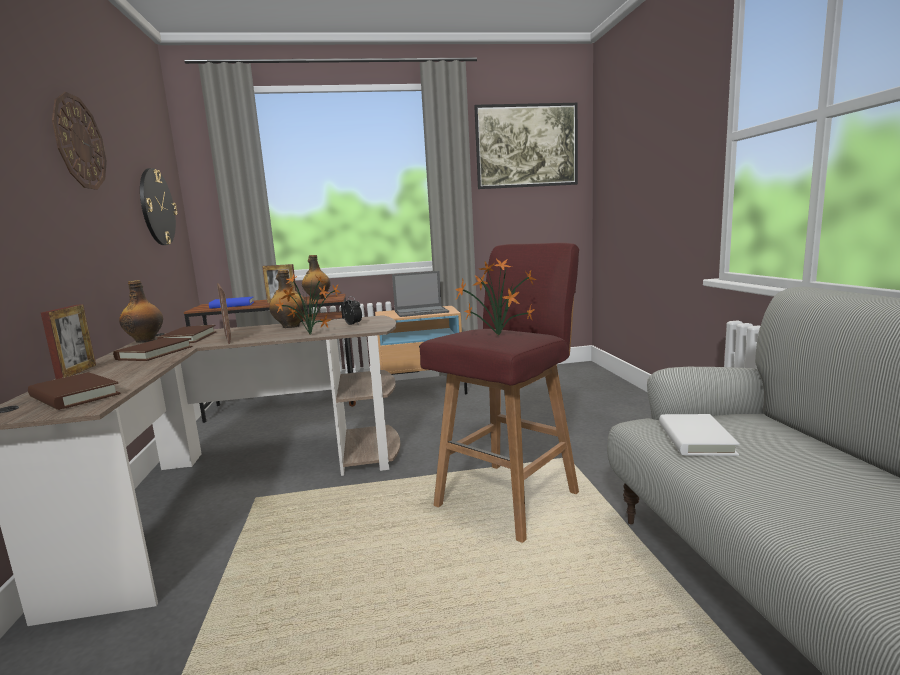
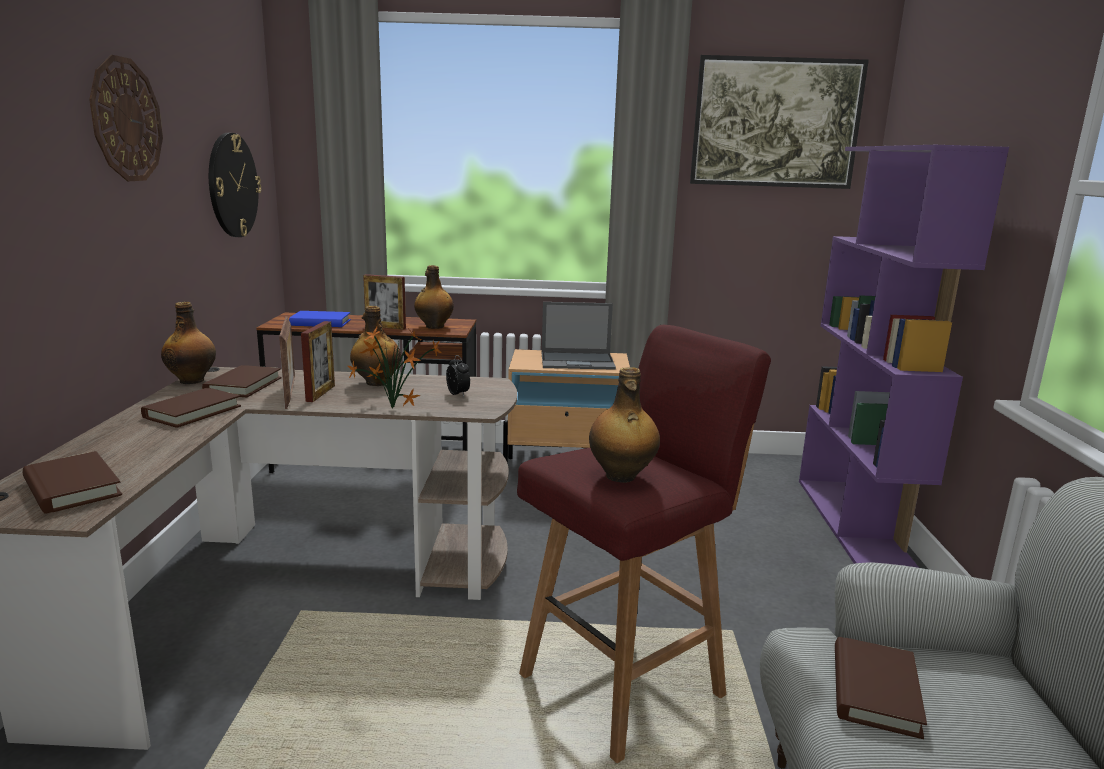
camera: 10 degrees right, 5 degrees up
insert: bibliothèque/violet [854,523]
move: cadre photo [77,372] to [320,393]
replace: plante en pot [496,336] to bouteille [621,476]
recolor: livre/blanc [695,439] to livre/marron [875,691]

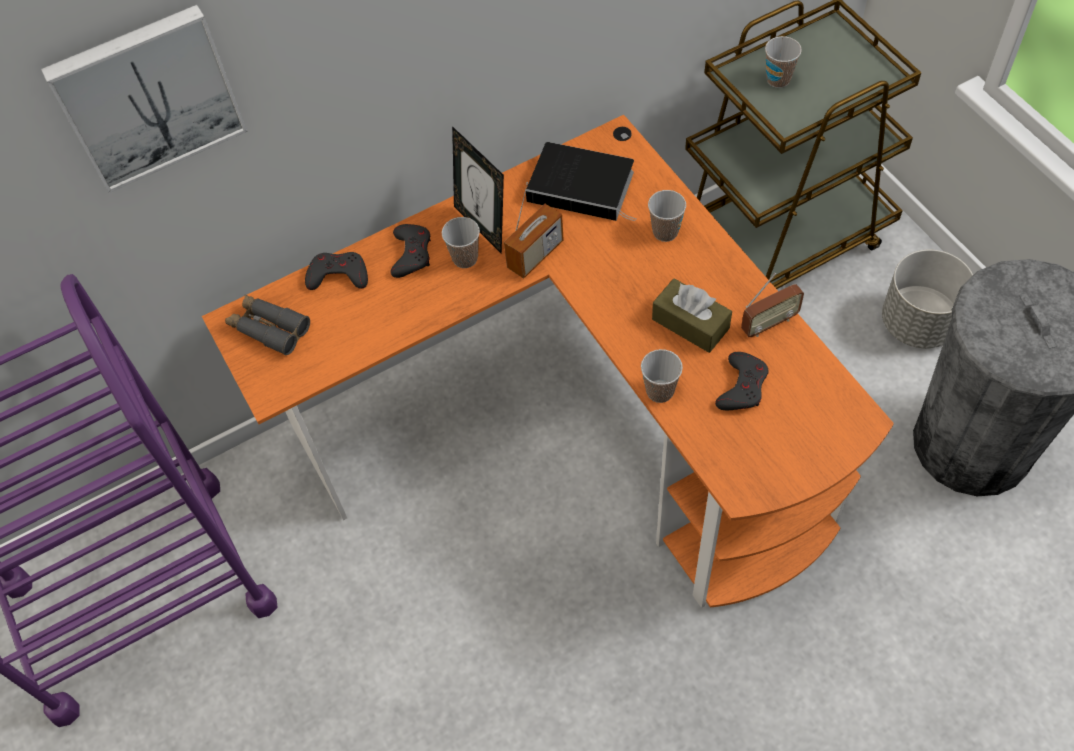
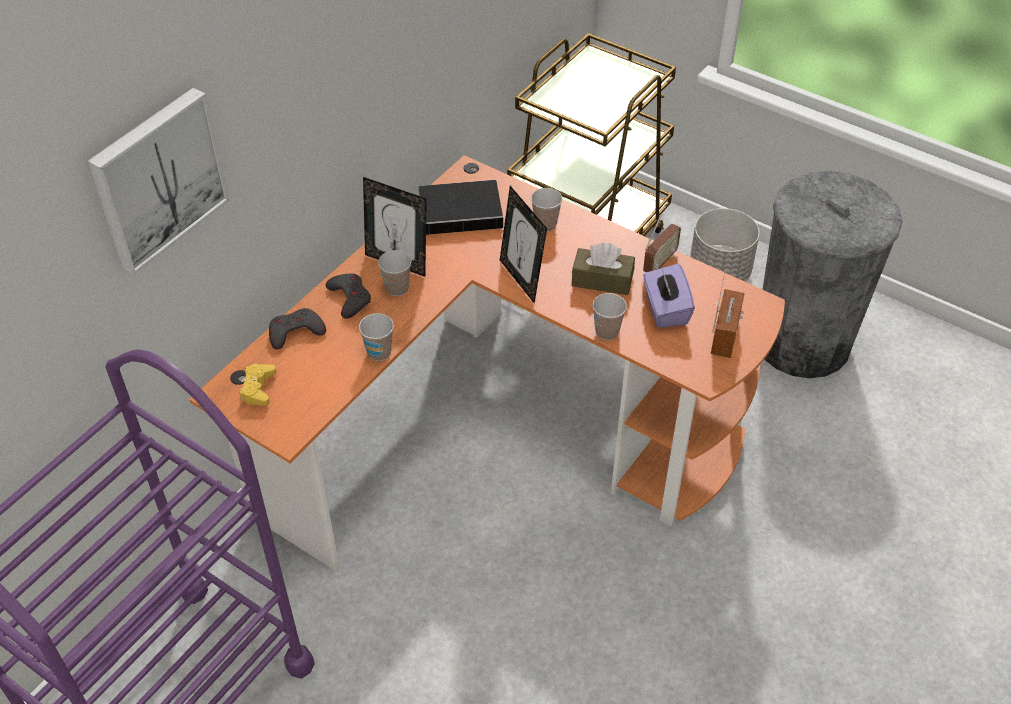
camera: 30 degrees left, 10 degrees down
insert: cadre photo [521,279]
move: tasse [778,79] to [379,352]; radio [535,255] to [725,337]
replace: jumelles/gris [269,328] to manette/jaune [258,388]; manette/gris [742,386] to boîte à mouchoirs/violet [665,309]

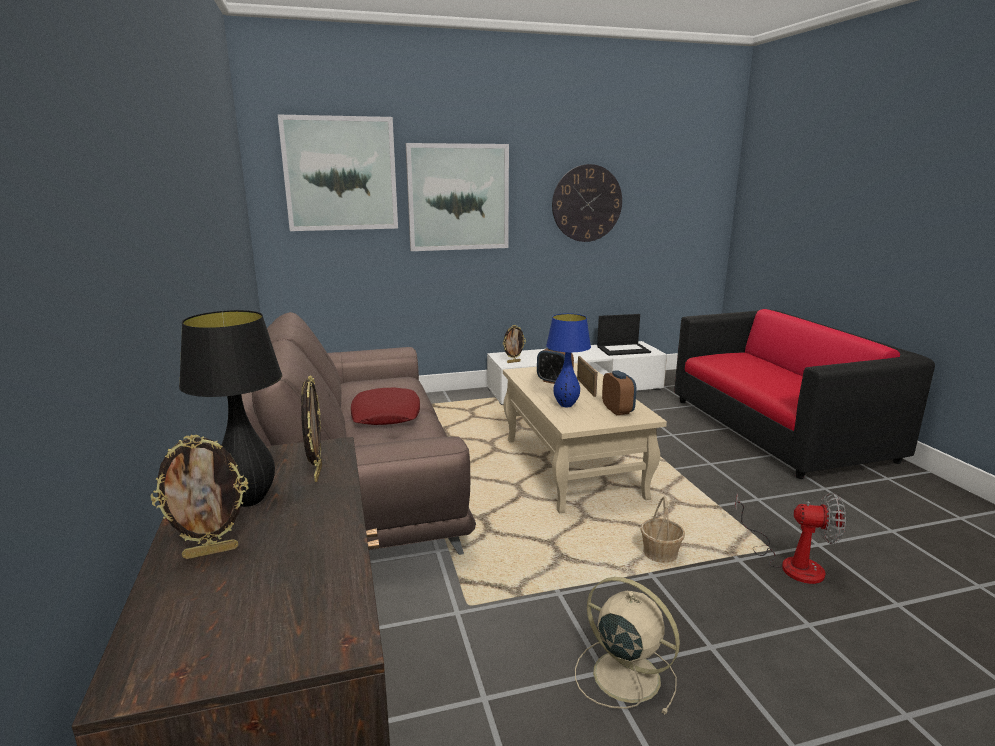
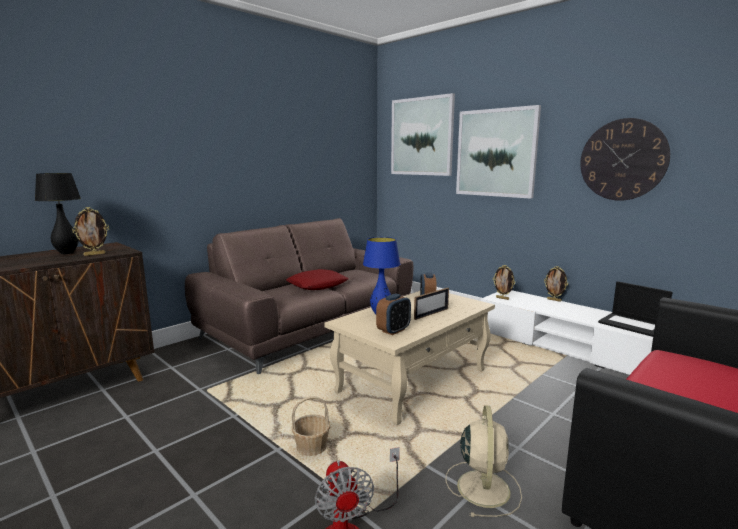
camera: 60 degrees right, 5 degrees down
move: ventilateur/beige [623,674] to [483,486]; cadre photo [211,552] to [554,300]

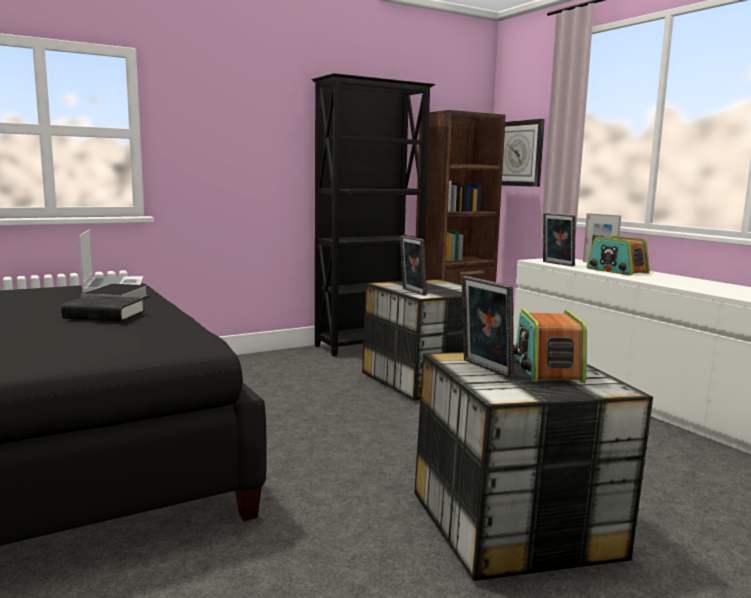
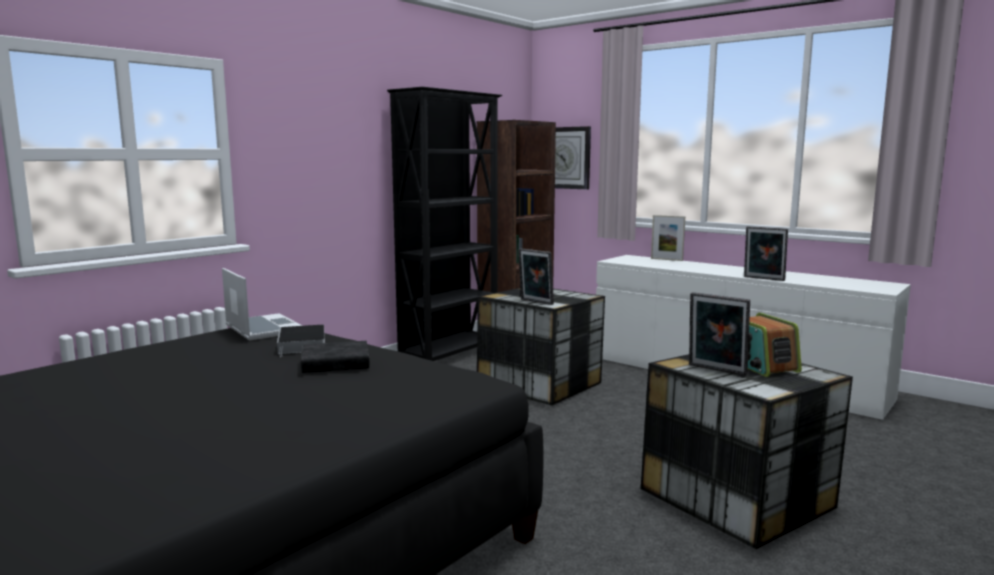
camera: 20 degrees left, 0 degrees up
delete: radio [616,271]
move: cadre photo [556,264] to [763,279]

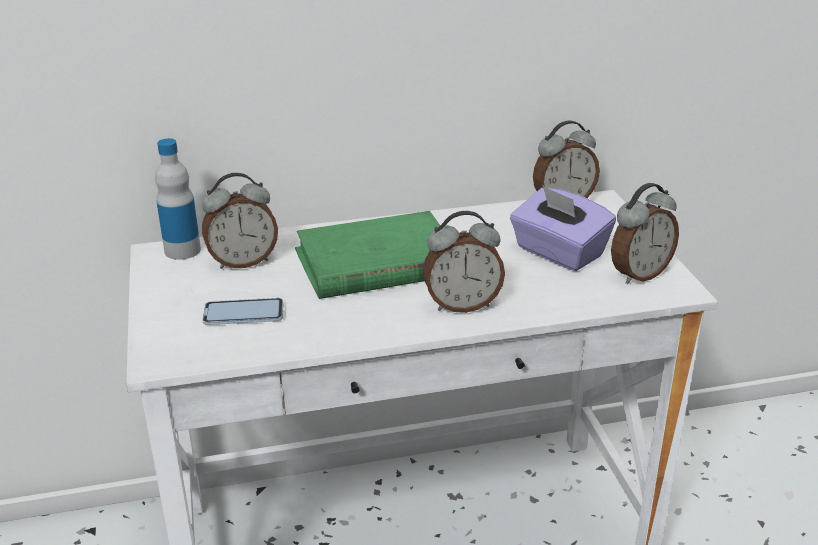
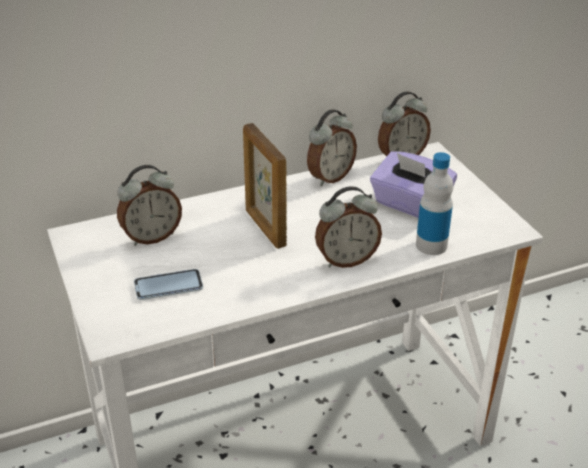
camera: 10 degrees left, 5 degrees up
move: réveil [638,274] to [330,177]; bouteille [182,250] to [431,245]
replace: livre/vert [376,263] to cadre photo [265,228]

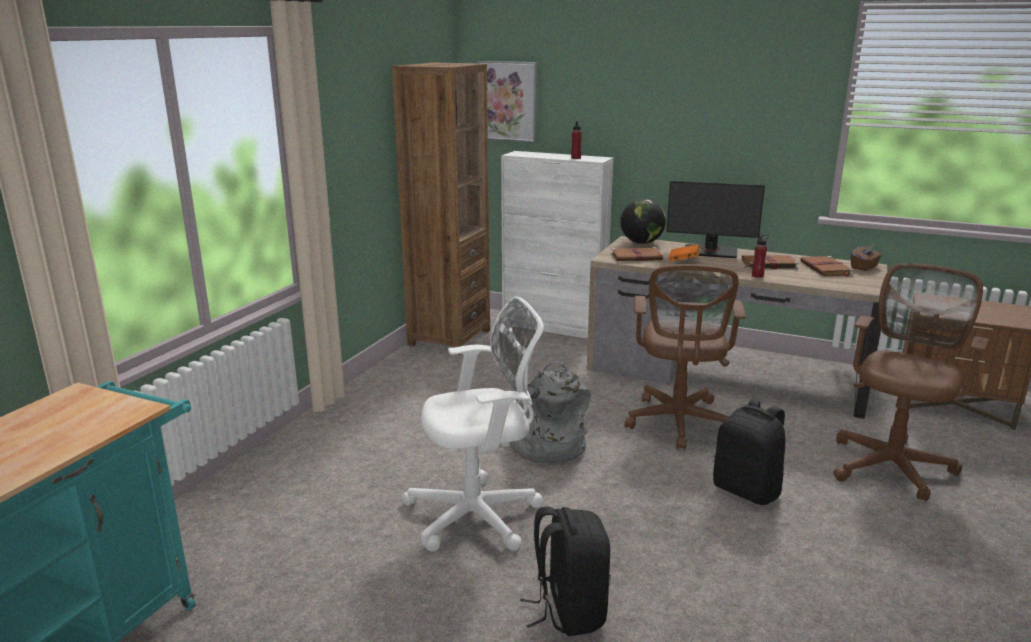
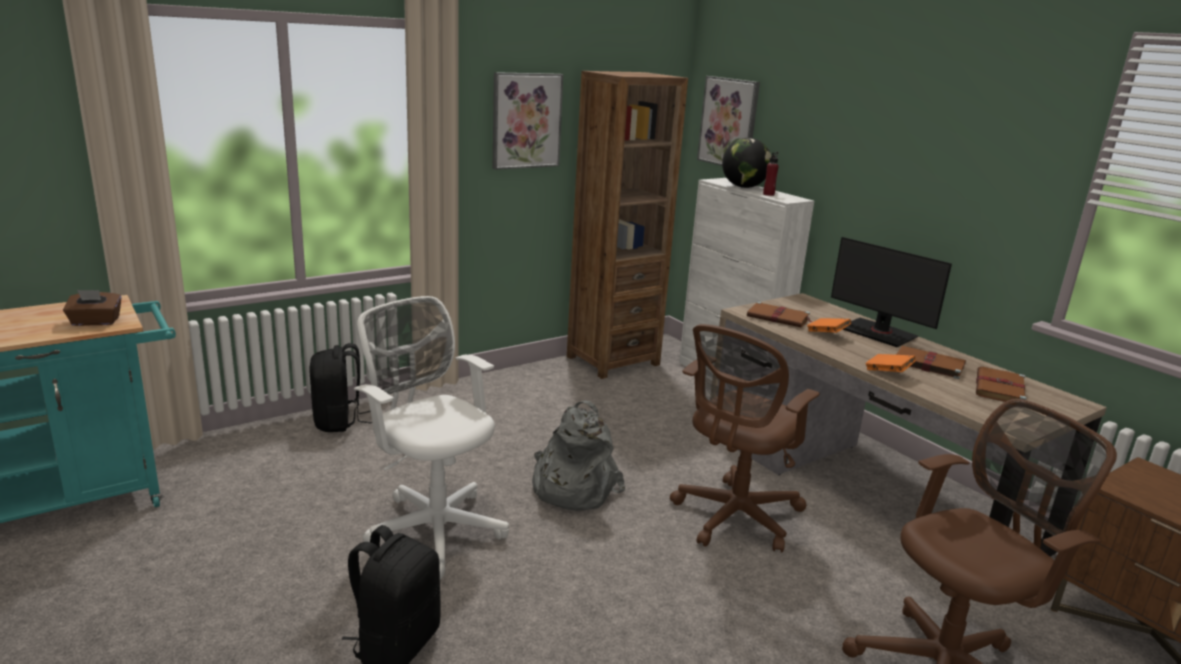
camera: 30 degrees right, 0 degrees up
insert: tableau [526,120]
move: boîte à mouchoirs/marron [864,267] to [95,322]; sac à dos/noir [747,490] to [338,421]; globe [641,242] to [743,187]
replace: bouteille/rouge [757,276] to livre/orange [888,372]
rotate: chaise de bureau/blanc [479,515] = [433,526] 150 degrees counterclockwise

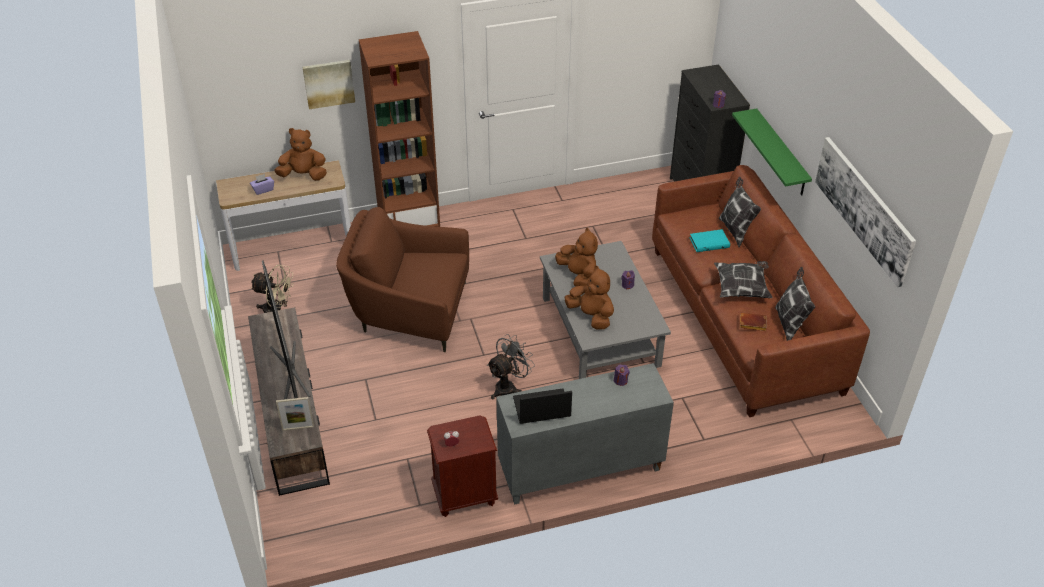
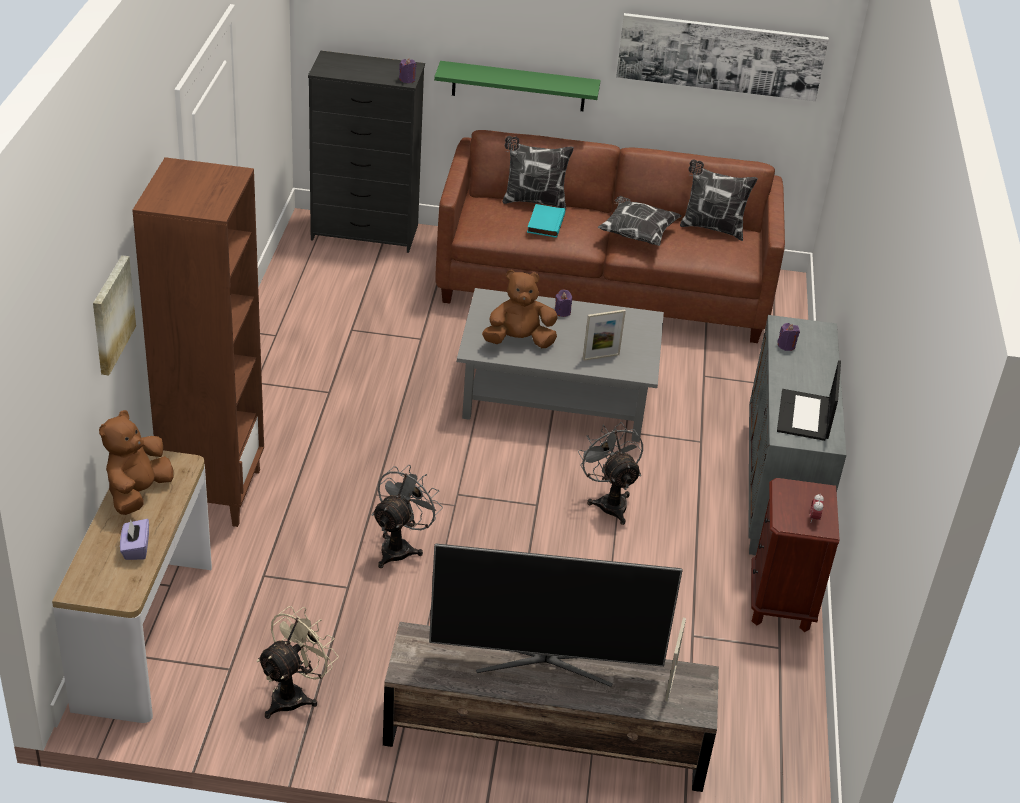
camera: 70 degrees left, 5 degrees down
delete: livre/marron [751,324]
replace: fauteuil/marron [409,311] to ventilateur/gris [400,547]; peluche/marron [591,316] to cadre photo [601,357]

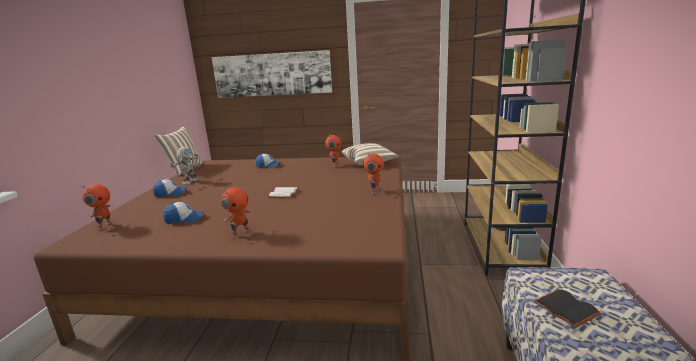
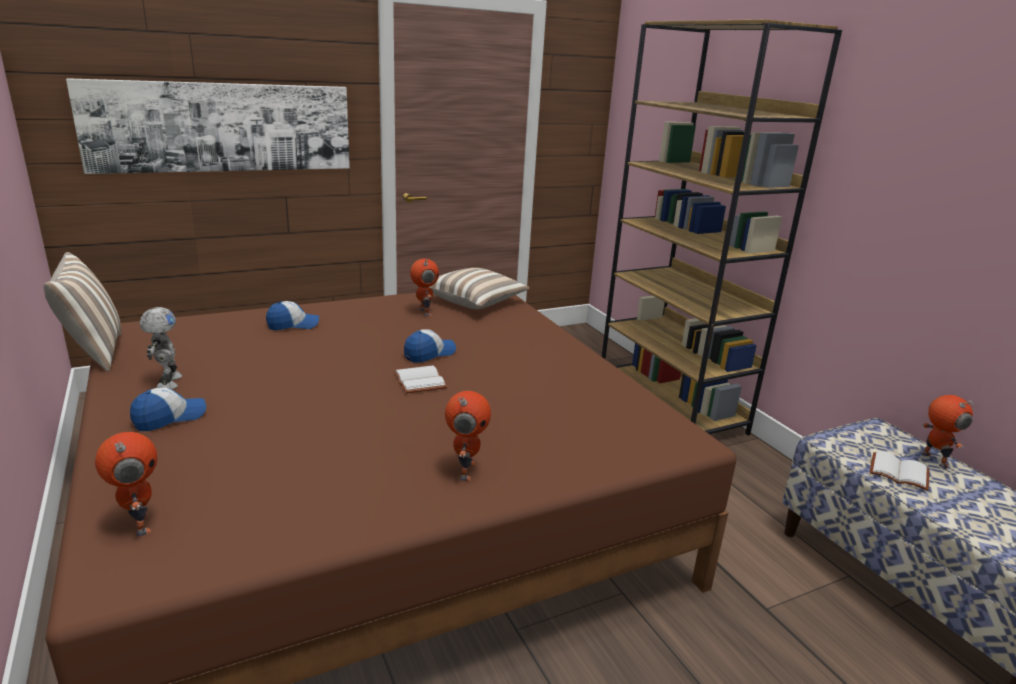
camera: 35 degrees left, 5 degrees up
move: casquette [184,219] to [429,354]; robot jouet [374,191] to [932,460]
recolor: livre/noir [567,309] to livre/blanc [900,472]

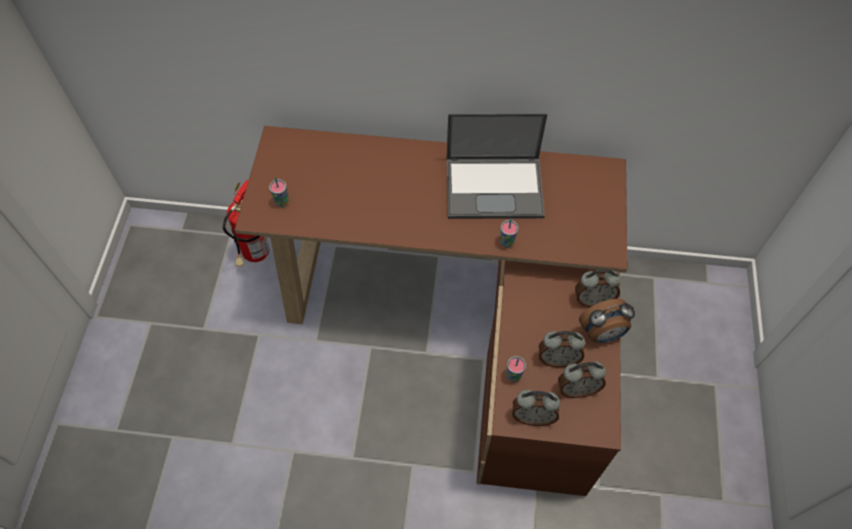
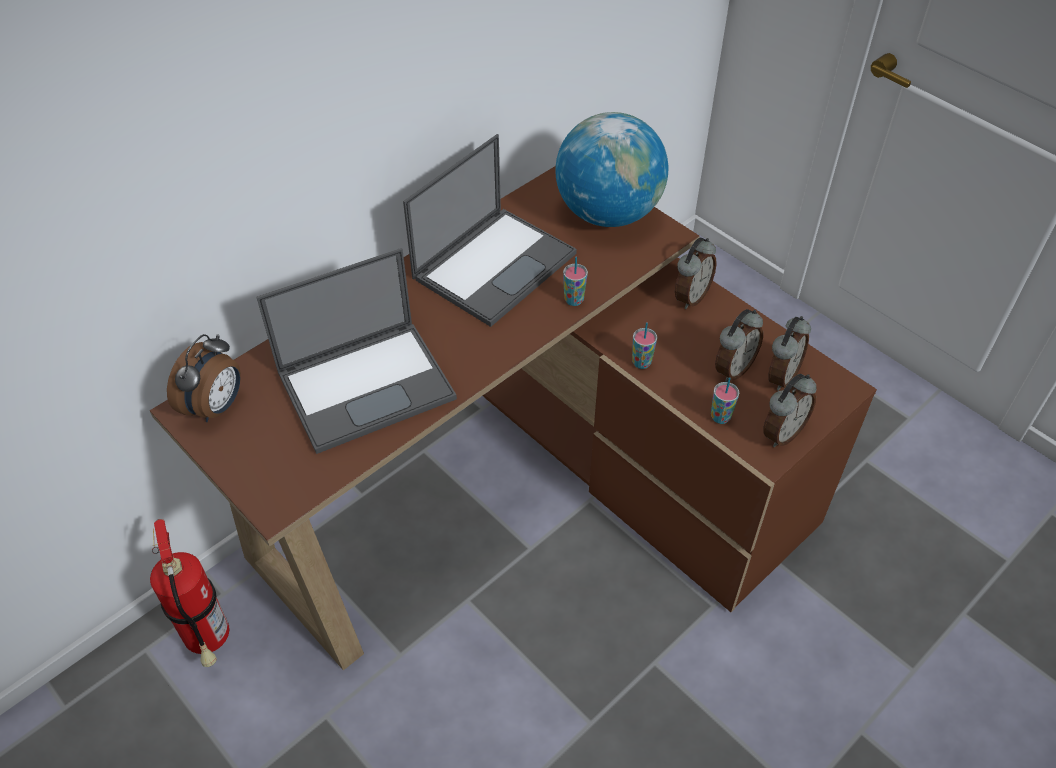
camera: 50 degrees left, 10 degrees down
insert: ordinateur portable [368,384]; globe [608,213]
move: réveil [602,333] to [216,407]; tasse [282,202] to [641,363]

